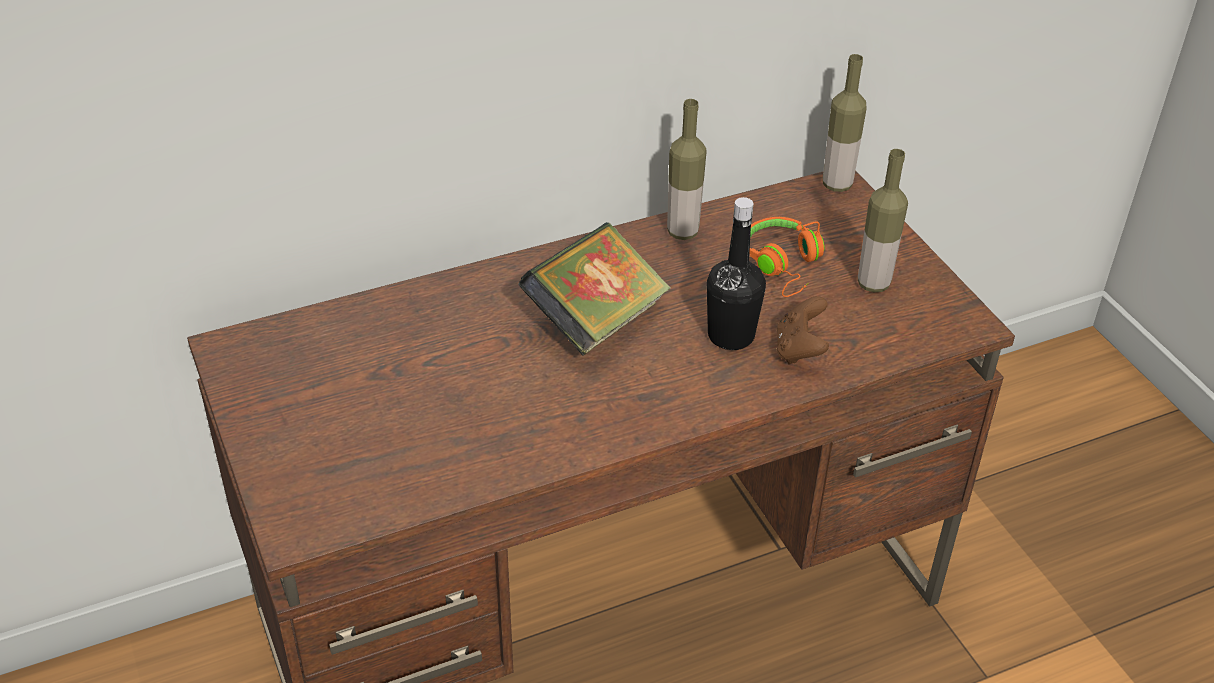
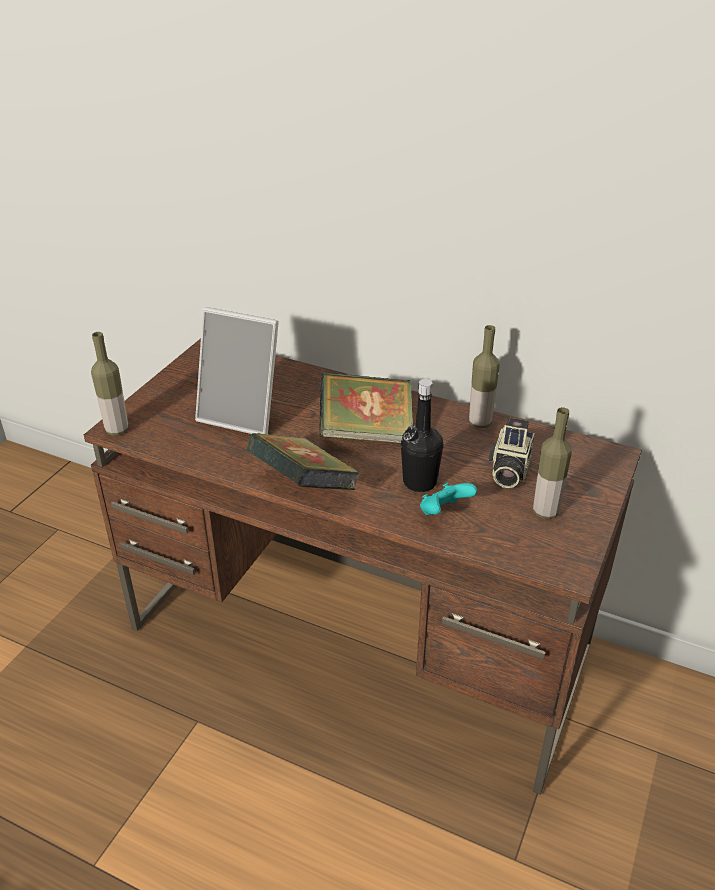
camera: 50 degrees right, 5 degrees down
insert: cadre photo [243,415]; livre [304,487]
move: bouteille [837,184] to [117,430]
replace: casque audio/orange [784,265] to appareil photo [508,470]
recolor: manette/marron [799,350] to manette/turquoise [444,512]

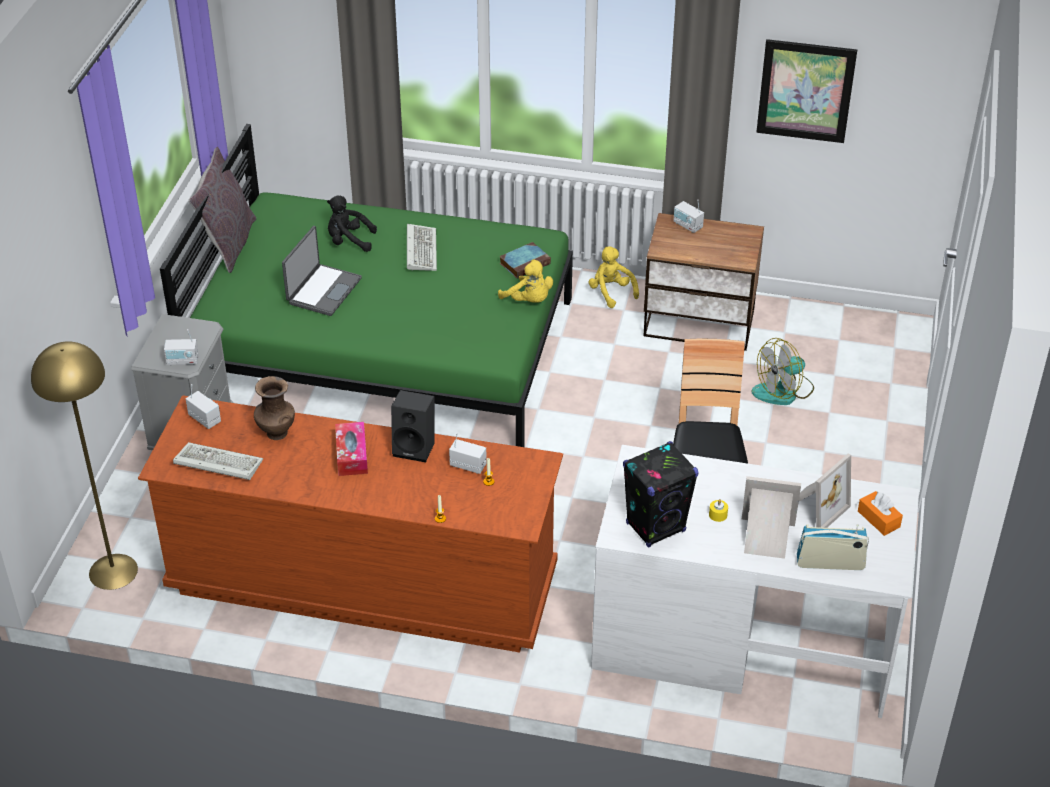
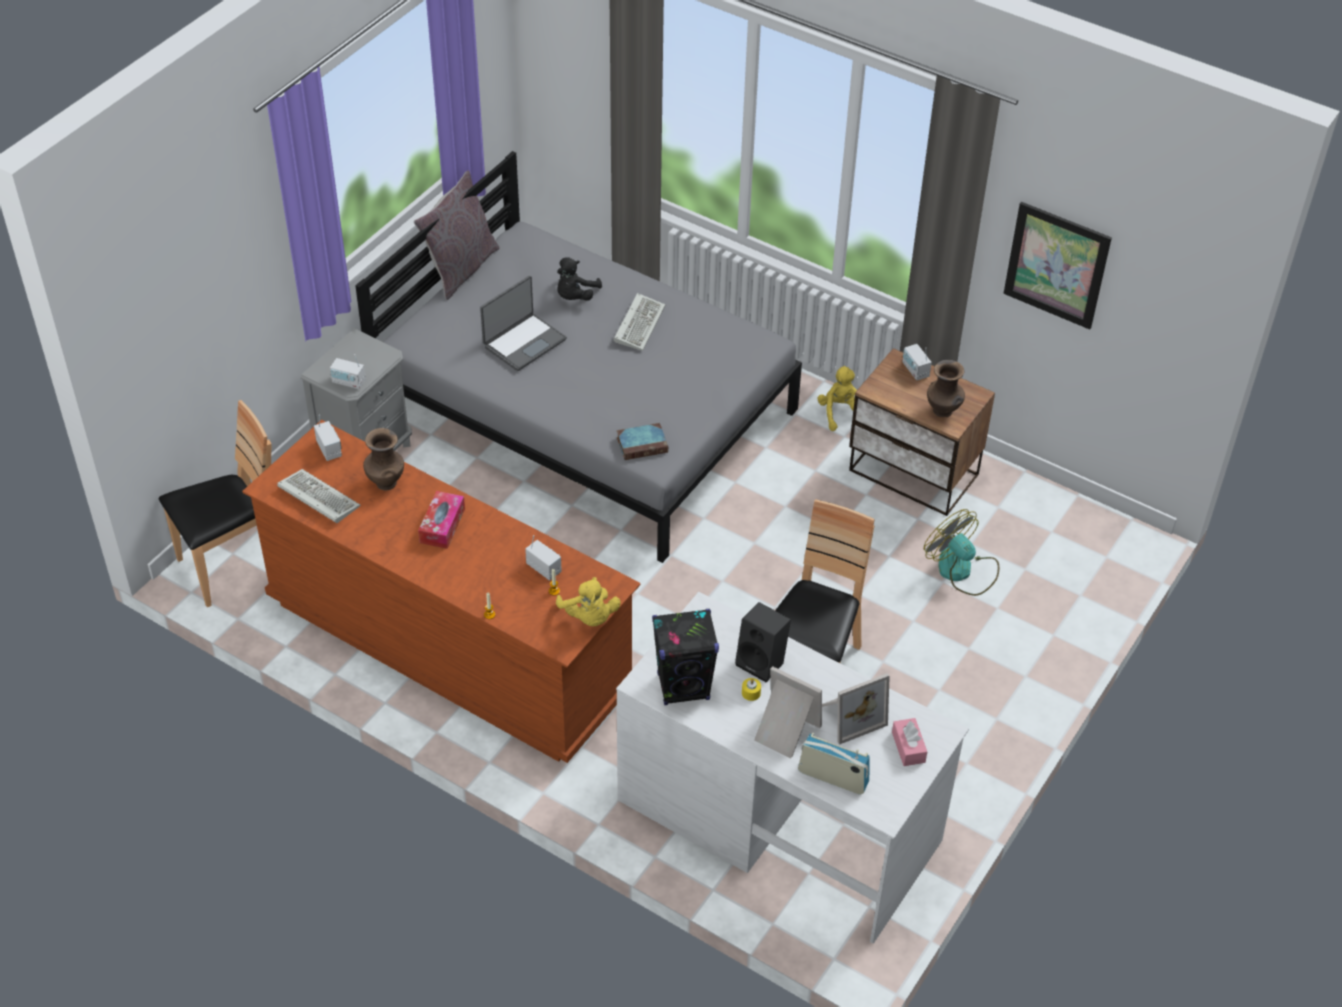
camera: 20 degrees right, 5 degrees up
insert: vase/marron [943,411]
move: peluche/jaune [529,300] to [589,617]; livre [525,263] to [643,444]; enceinte/noir [416,447] to [762,662]
replace: lampadaire/jaune [113,571] to chaise/marron [233,565]
recolor: lit/vert [384,349] to lit/gris [586,412]; boîte à mouchoirs/orange [878,519] to boîte à mouchoirs/rose [908,747]
rotate: peluche/noir [349,241] = [575,296] 90 degrees counterclockwise; ventilateur [783,391] = [961,571] 60 degrees clockwise

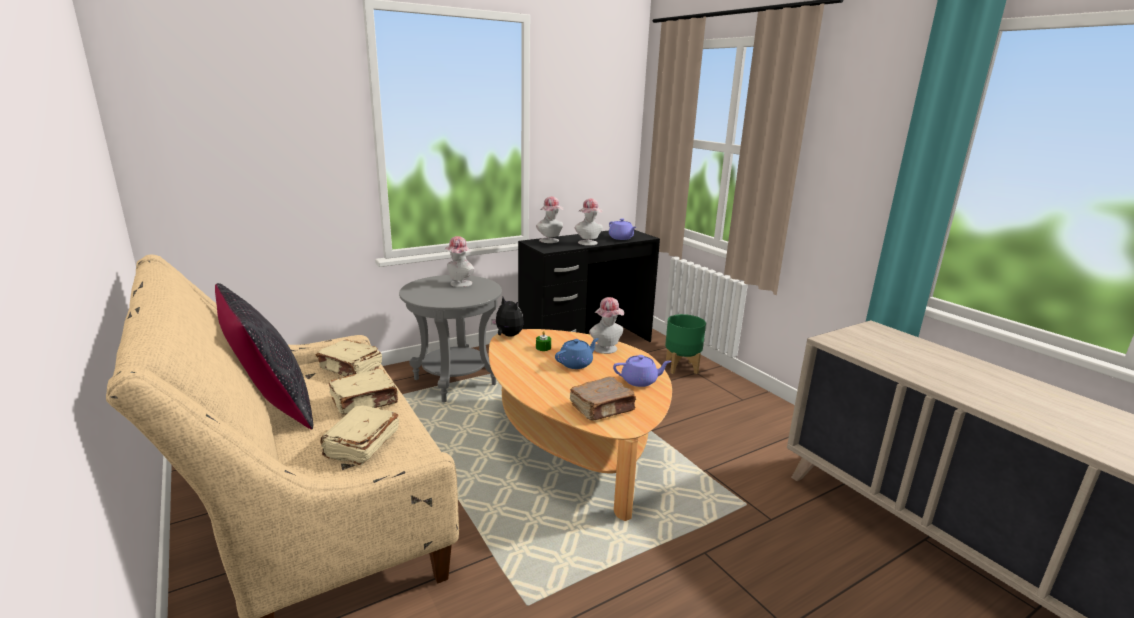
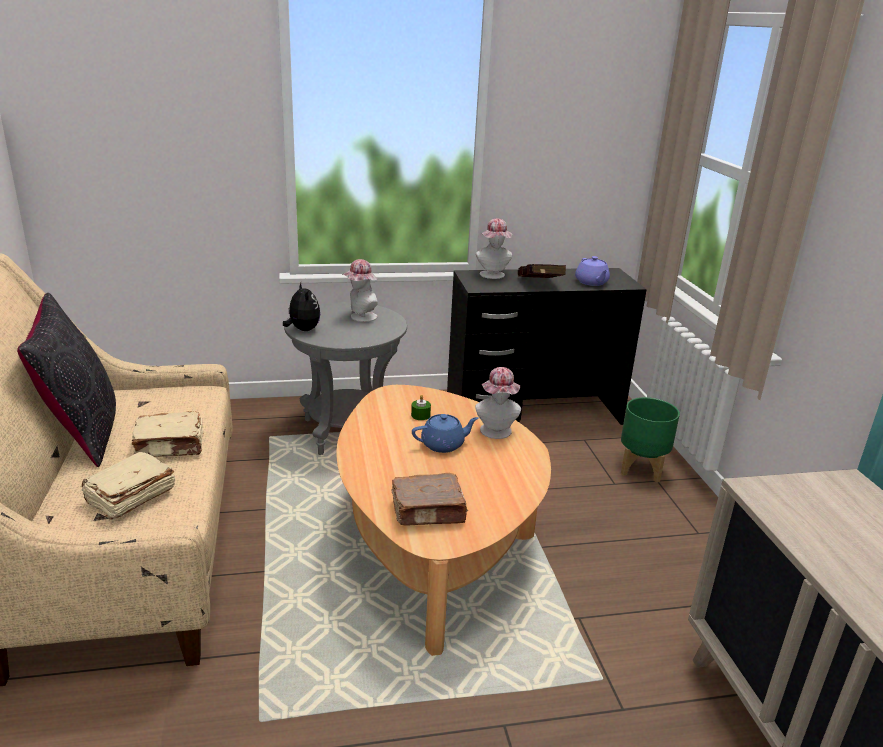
camera: 20 degrees right, 5 degrees up
delete: livre/beige [351,368]; théière/violet [640,381]
move: peluche [508,336] to [302,330]
replace: chapeau [588,243] to livre/rouge [539,285]

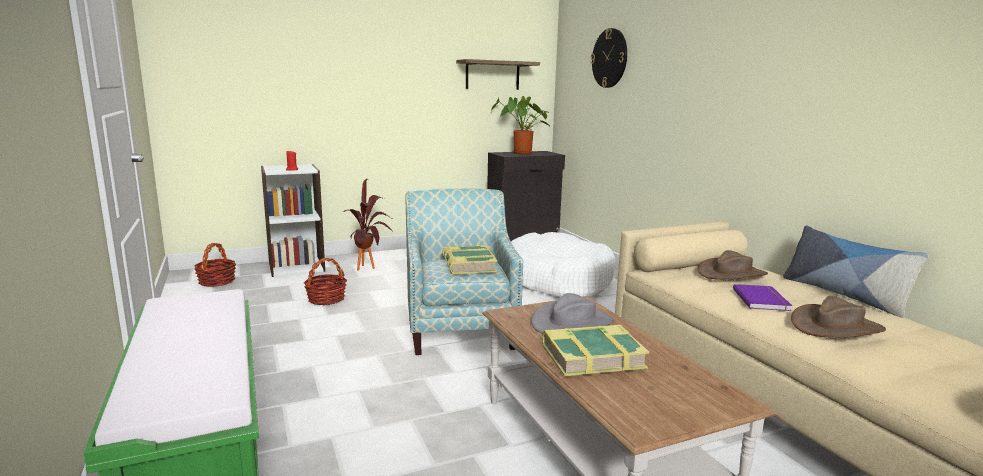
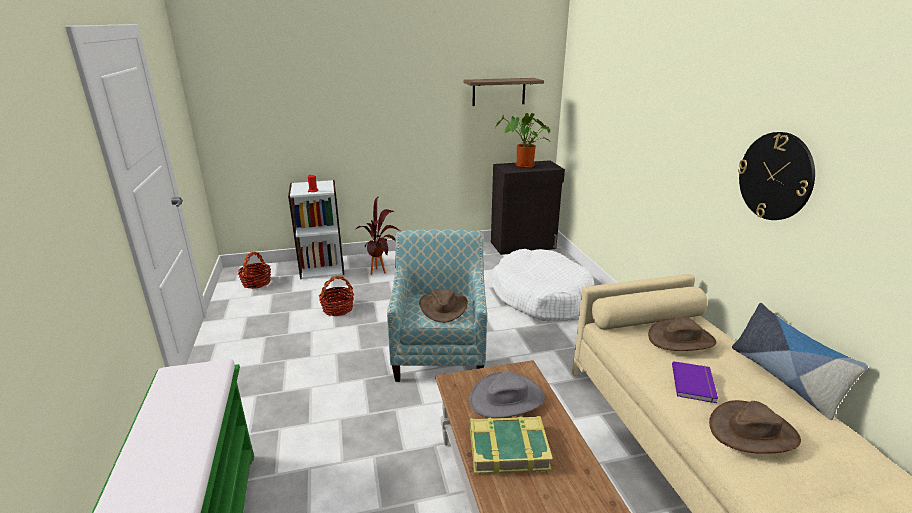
camera: 10 degrees right, 10 degrees up
move: horloge murale [609,58] to [775,176]
replace: livre [468,265] to chapeau/marron [443,307]

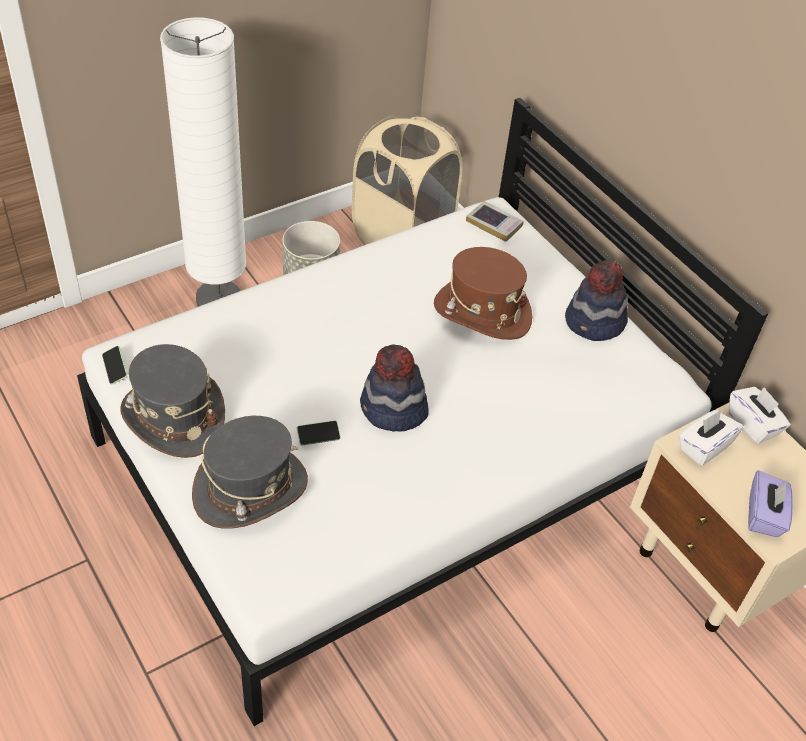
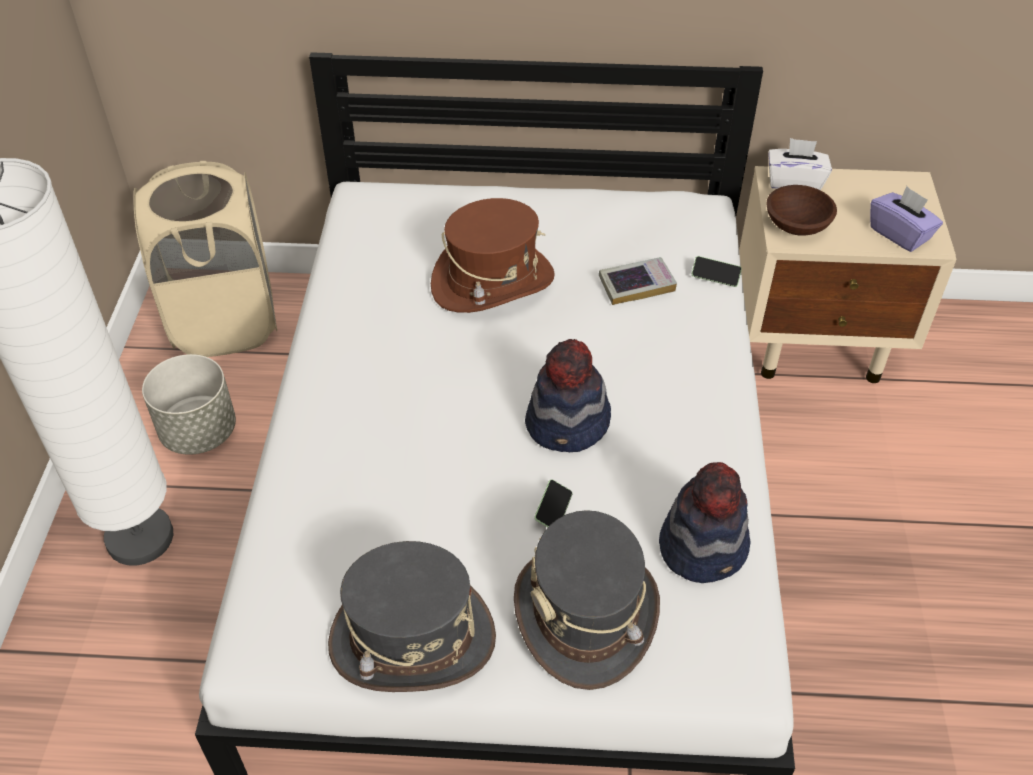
camera: 50 degrees left, 0 degrees up
move: livre [494,224] to [636,285]; chapeau [595,323] to [704,546]; téléphone [115,369] to [715,276]
replace: boîte à mouchoirs/blanc [703,447] to bol/marron [798,225]

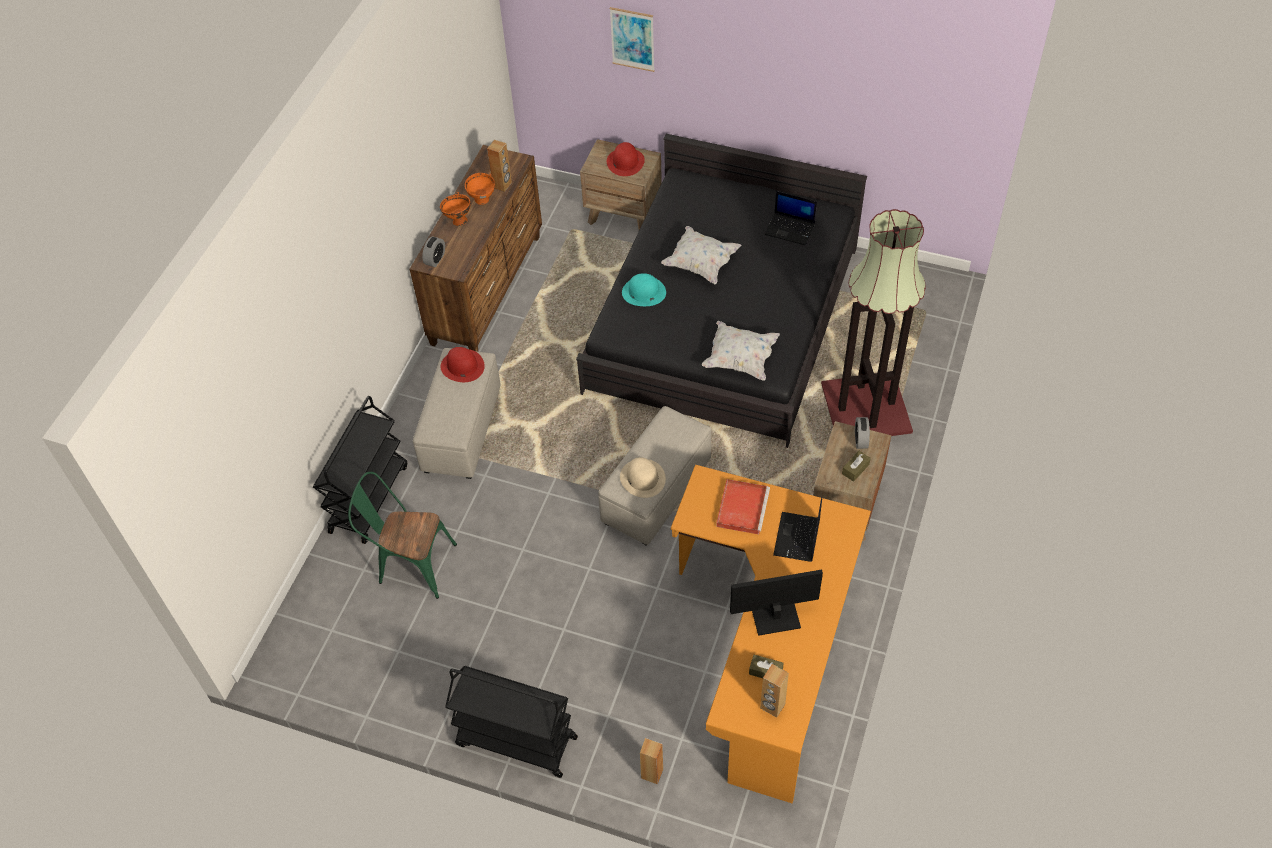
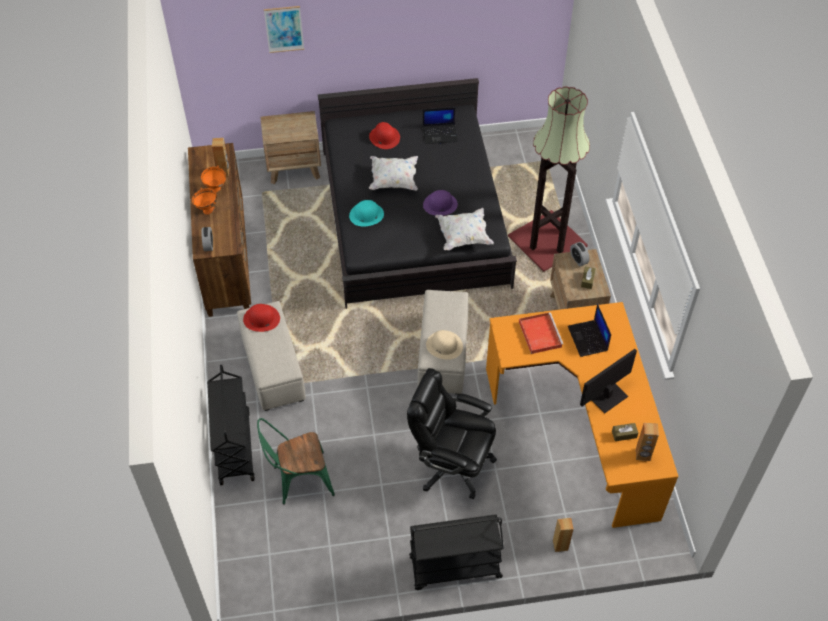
camera: 30 degrees left, 0 degrees up
insert: chaise de bureau/noir [451,464]; chapeau/violet [440,204]
move: chapeau/rouge [625,161] to [384,137]

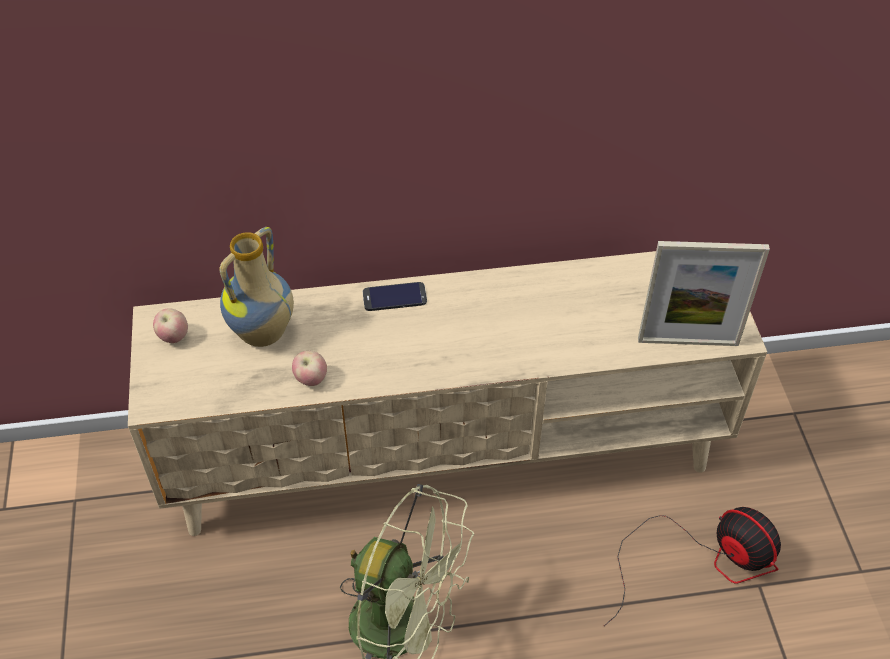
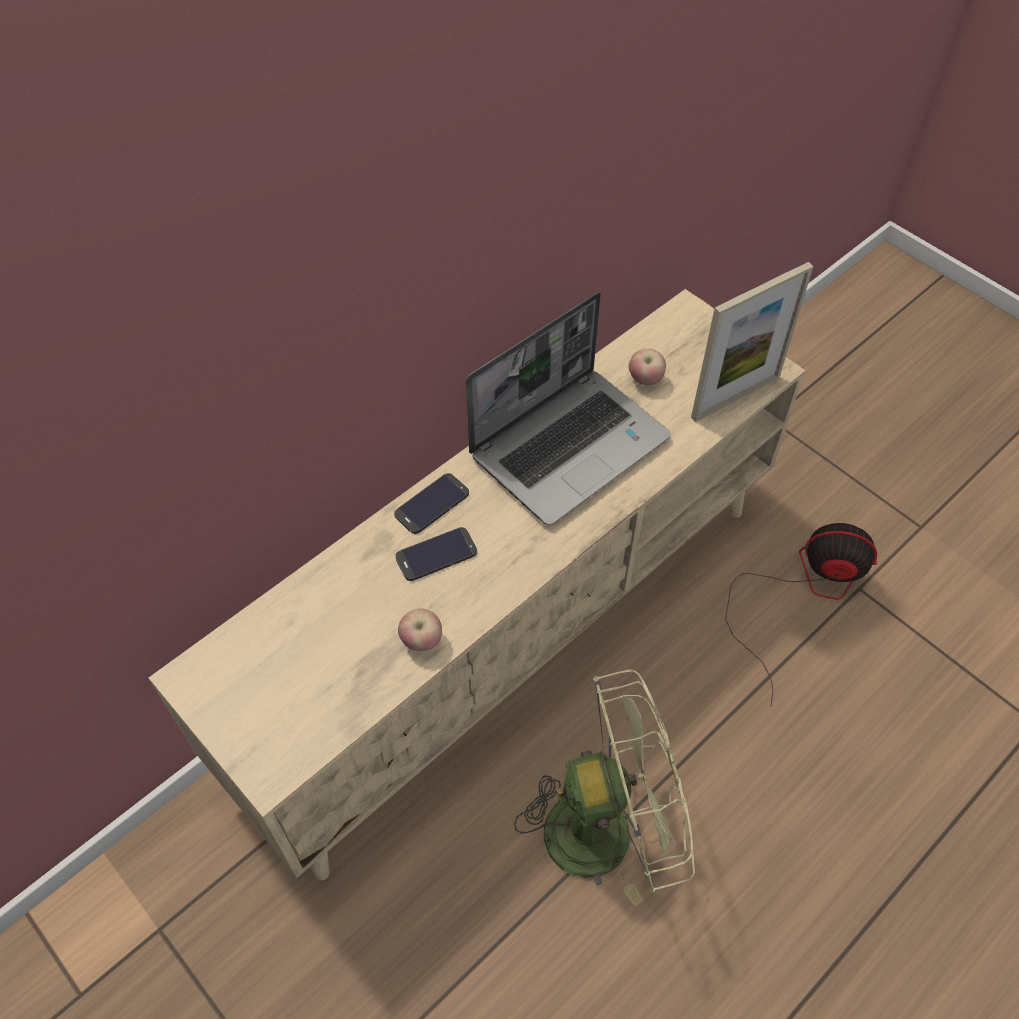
camera: 35 degrees left, 5 degrees up
delete: vase [264,334]
insert: téléphone [436,554]; ordinateur portable [570,445]
move: pomme [174,337] to [645,380]

